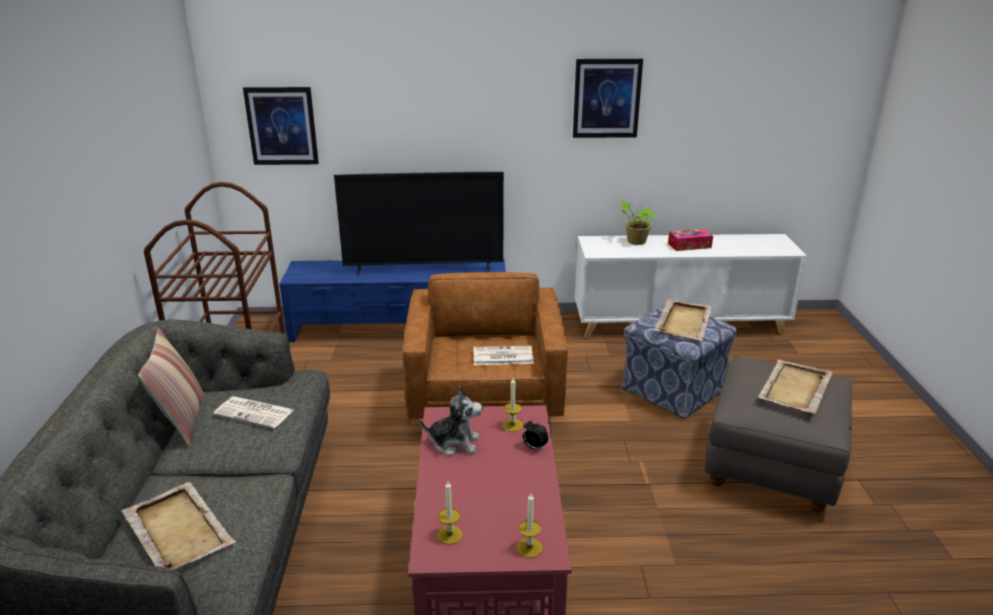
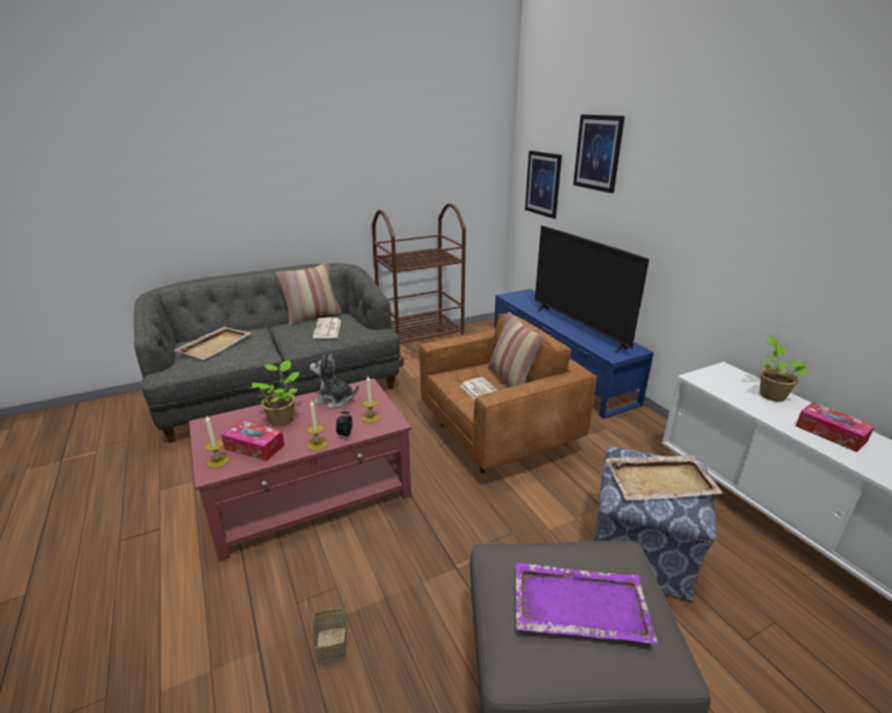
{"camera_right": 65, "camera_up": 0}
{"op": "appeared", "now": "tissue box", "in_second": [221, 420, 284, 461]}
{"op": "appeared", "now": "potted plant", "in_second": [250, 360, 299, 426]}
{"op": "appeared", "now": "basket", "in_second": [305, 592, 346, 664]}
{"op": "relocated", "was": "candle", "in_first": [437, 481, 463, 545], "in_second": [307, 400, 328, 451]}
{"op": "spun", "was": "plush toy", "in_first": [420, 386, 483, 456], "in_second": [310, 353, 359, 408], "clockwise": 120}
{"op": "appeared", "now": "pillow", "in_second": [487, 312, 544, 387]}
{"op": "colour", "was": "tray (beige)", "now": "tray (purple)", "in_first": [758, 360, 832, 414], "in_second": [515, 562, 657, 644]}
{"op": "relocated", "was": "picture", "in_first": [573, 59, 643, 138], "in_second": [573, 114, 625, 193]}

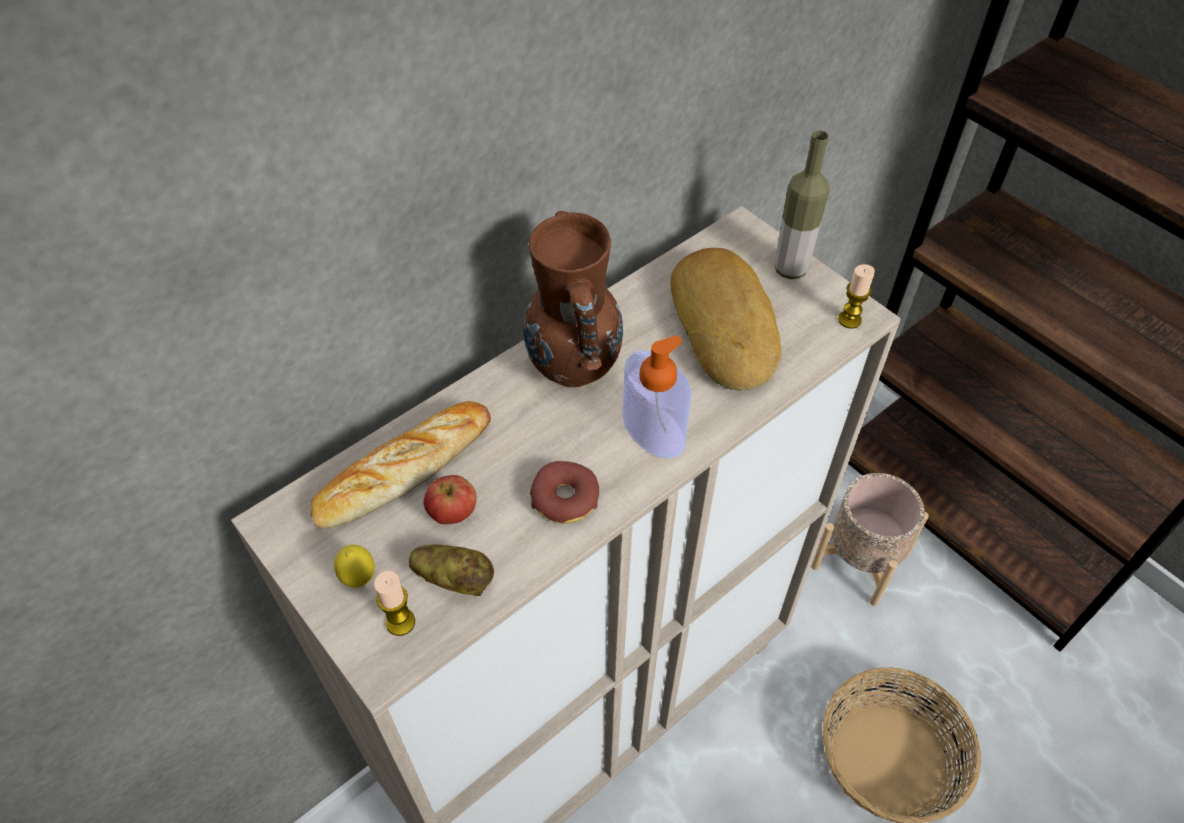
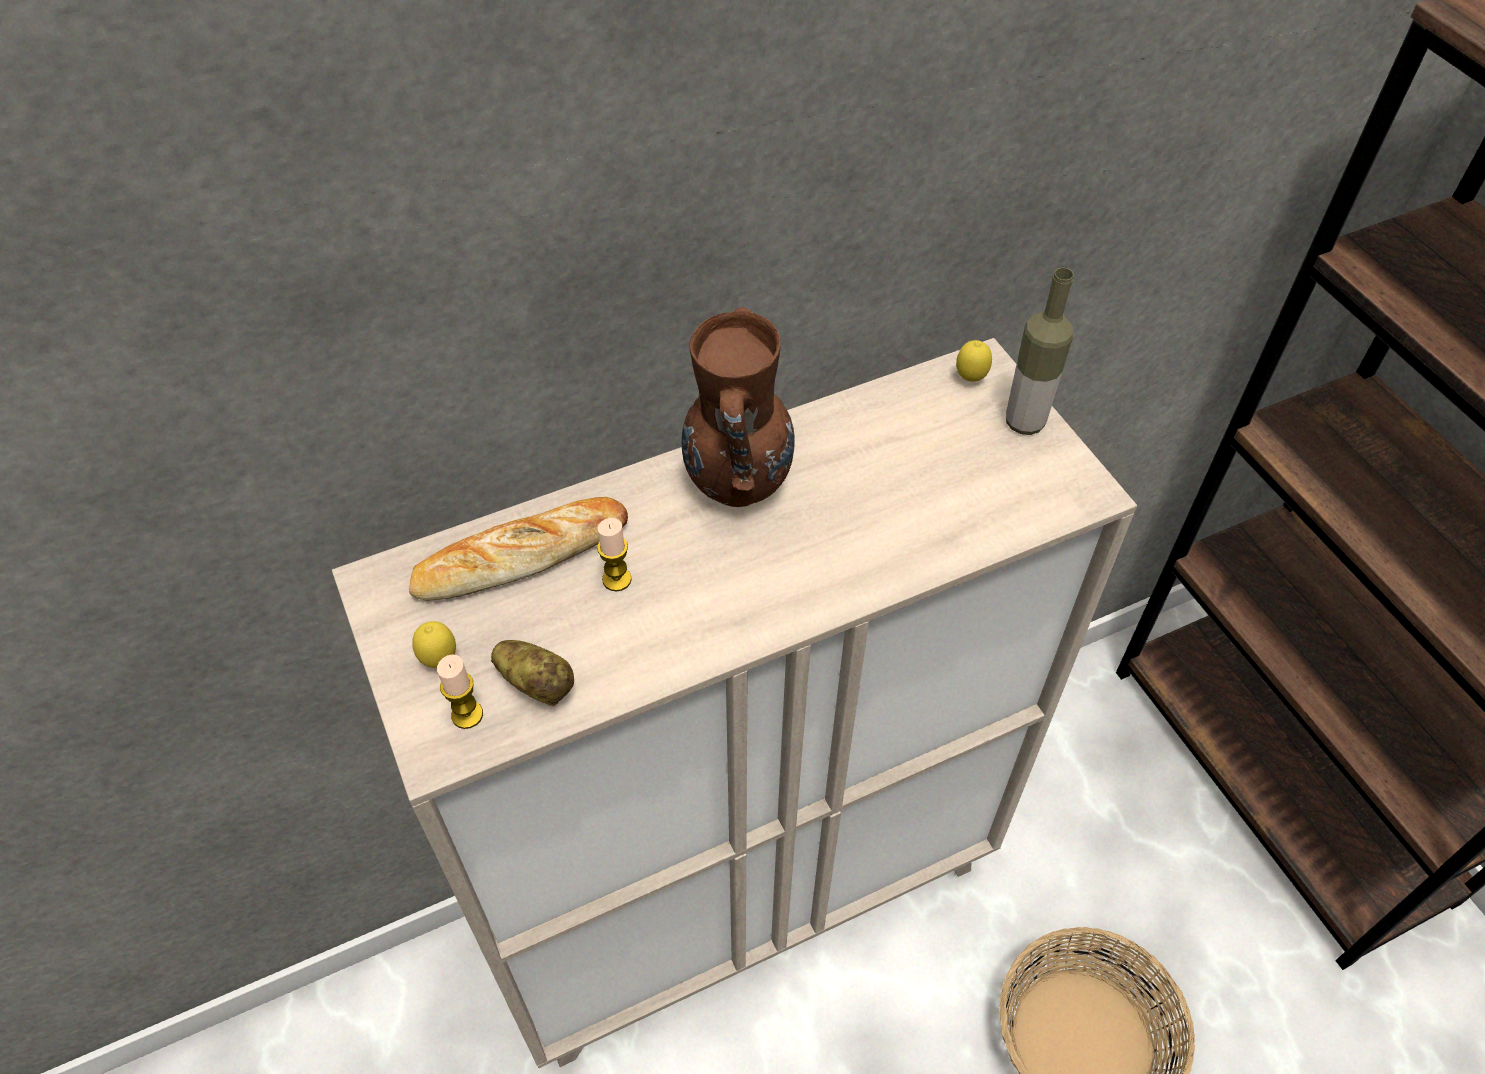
{"camera_right": 15, "camera_up": 0}
{"op": "relocated", "was": "candle", "in_first": [838, 264, 875, 329], "in_second": [597, 518, 632, 591]}
{"op": "appeared", "now": "lemon", "in_second": [956, 340, 992, 382]}
{"op": "missing", "was": "apple", "in_first": [423, 475, 477, 524]}
{"op": "missing", "was": "donut", "in_first": [530, 461, 599, 524]}
{"op": "missing", "was": "soap dispenser", "in_first": [622, 335, 692, 459]}
{"op": "missing", "was": "bread", "in_first": [671, 248, 781, 391]}
{"op": "missing", "was": "planter (beige)", "in_first": [811, 473, 929, 606]}

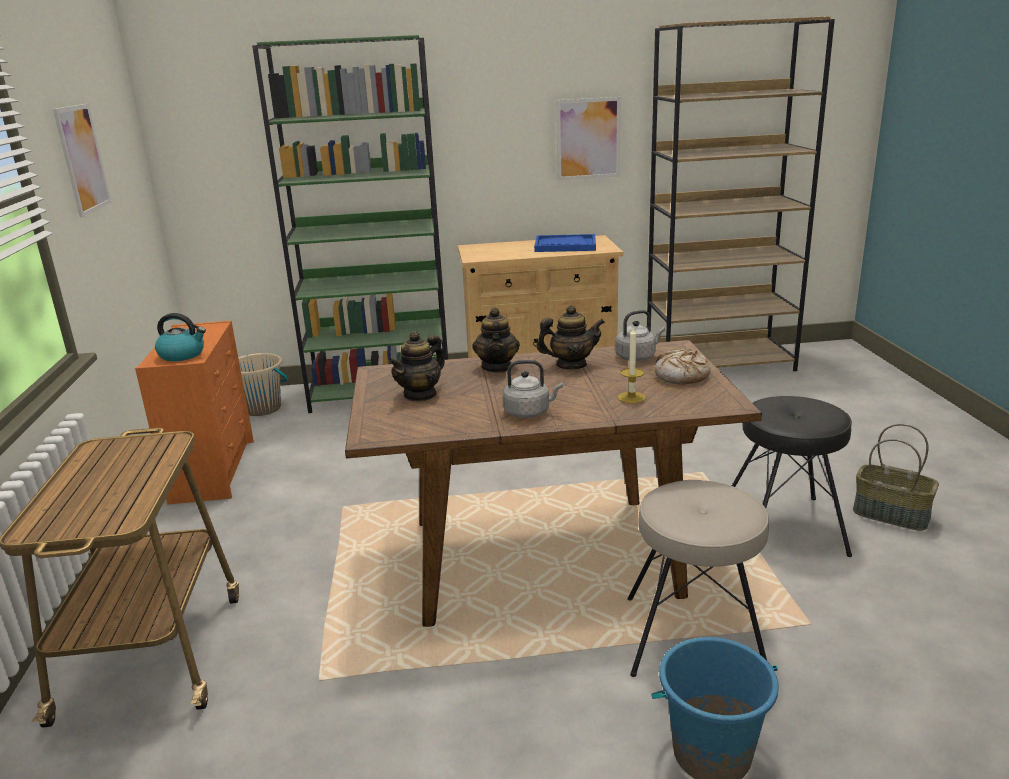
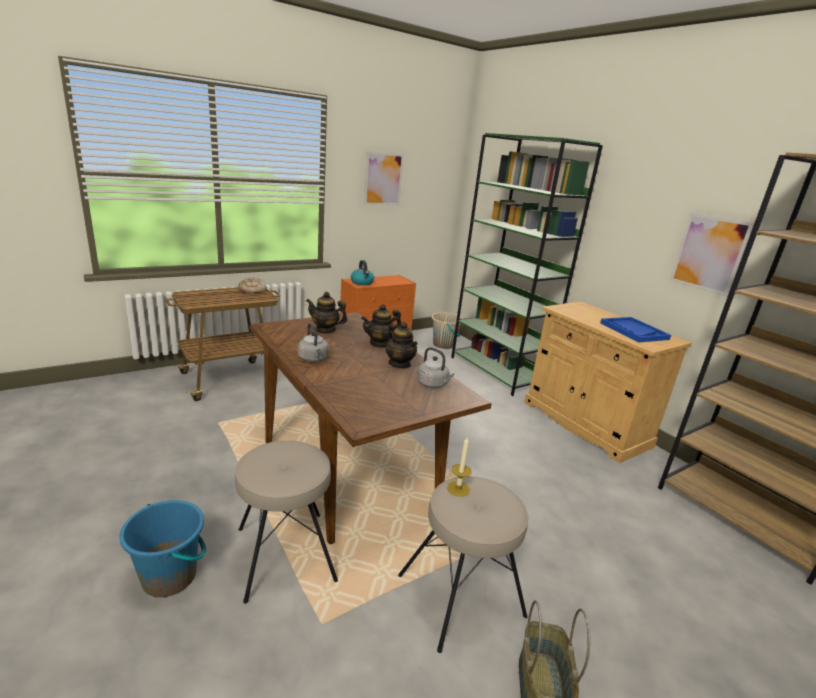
{"camera_right": 60, "camera_up": 0}
{"op": "relocated", "was": "bread", "in_first": [655, 348, 711, 384], "in_second": [238, 277, 267, 293]}
{"op": "colour", "was": "stool (black)", "now": "stool (beige)", "in_first": [732, 396, 852, 557], "in_second": [398, 476, 528, 653]}
{"op": "relocated", "was": "candle", "in_first": [618, 326, 646, 404], "in_second": [447, 436, 472, 497]}

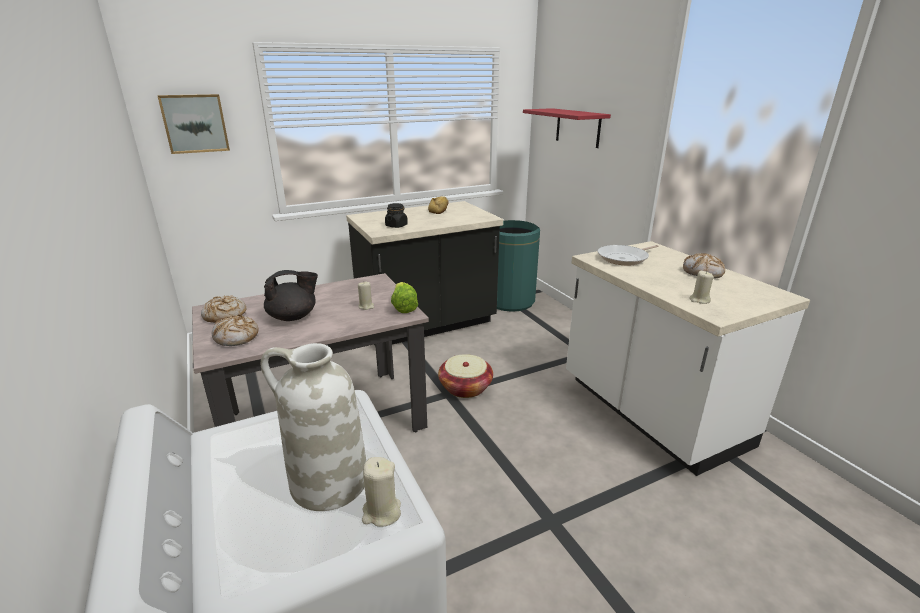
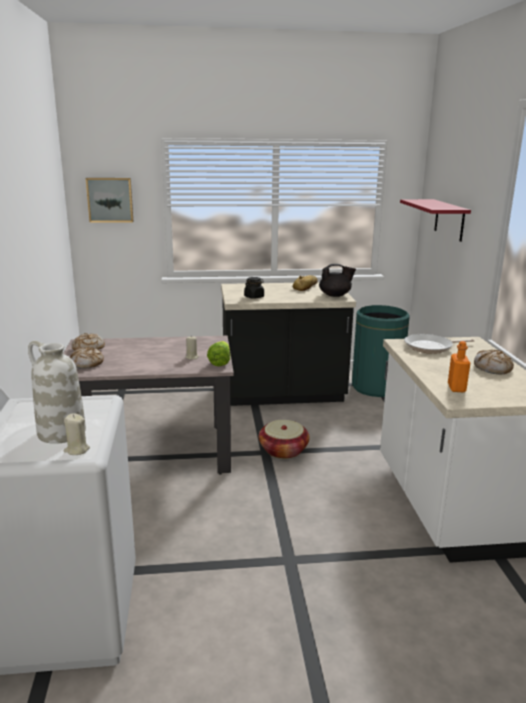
{"camera_right": 20, "camera_up": -5}
{"op": "relocated", "was": "teapot (black)", "in_first": [264, 270, 318, 321], "in_second": [319, 264, 356, 297]}
{"op": "exchanged", "was": "candle (beige)", "now": "bottle (orange)", "in_first": [689, 271, 714, 304], "in_second": [448, 341, 470, 392]}

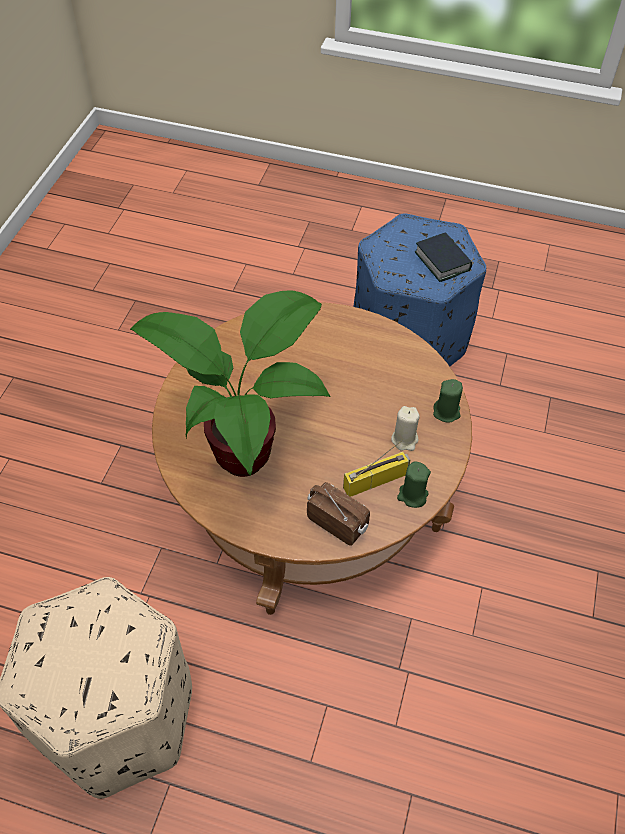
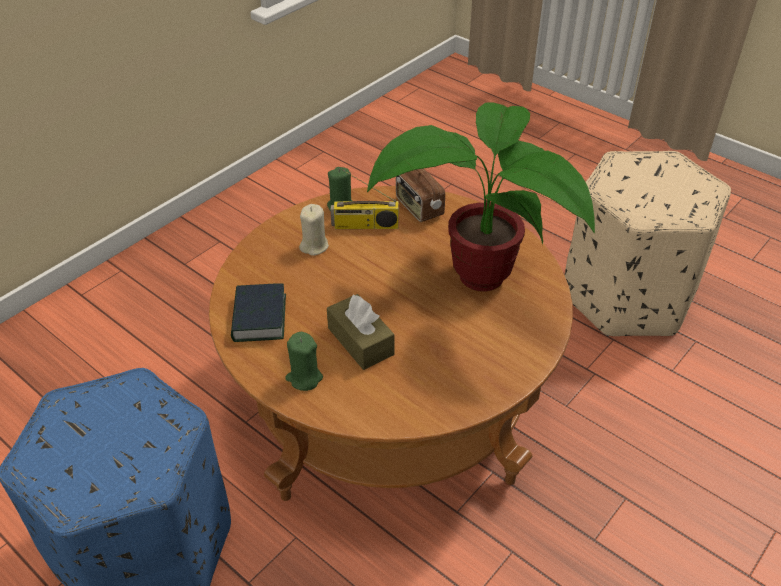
{"camera_right": -155, "camera_up": -10}
{"op": "relocated", "was": "book", "in_first": [415, 232, 472, 282], "in_second": [231, 283, 286, 342]}
{"op": "relocated", "was": "candle (green)", "in_first": [433, 379, 463, 423], "in_second": [285, 332, 323, 391]}
{"op": "appeared", "now": "tissue box (brown)", "in_second": [327, 294, 394, 370]}

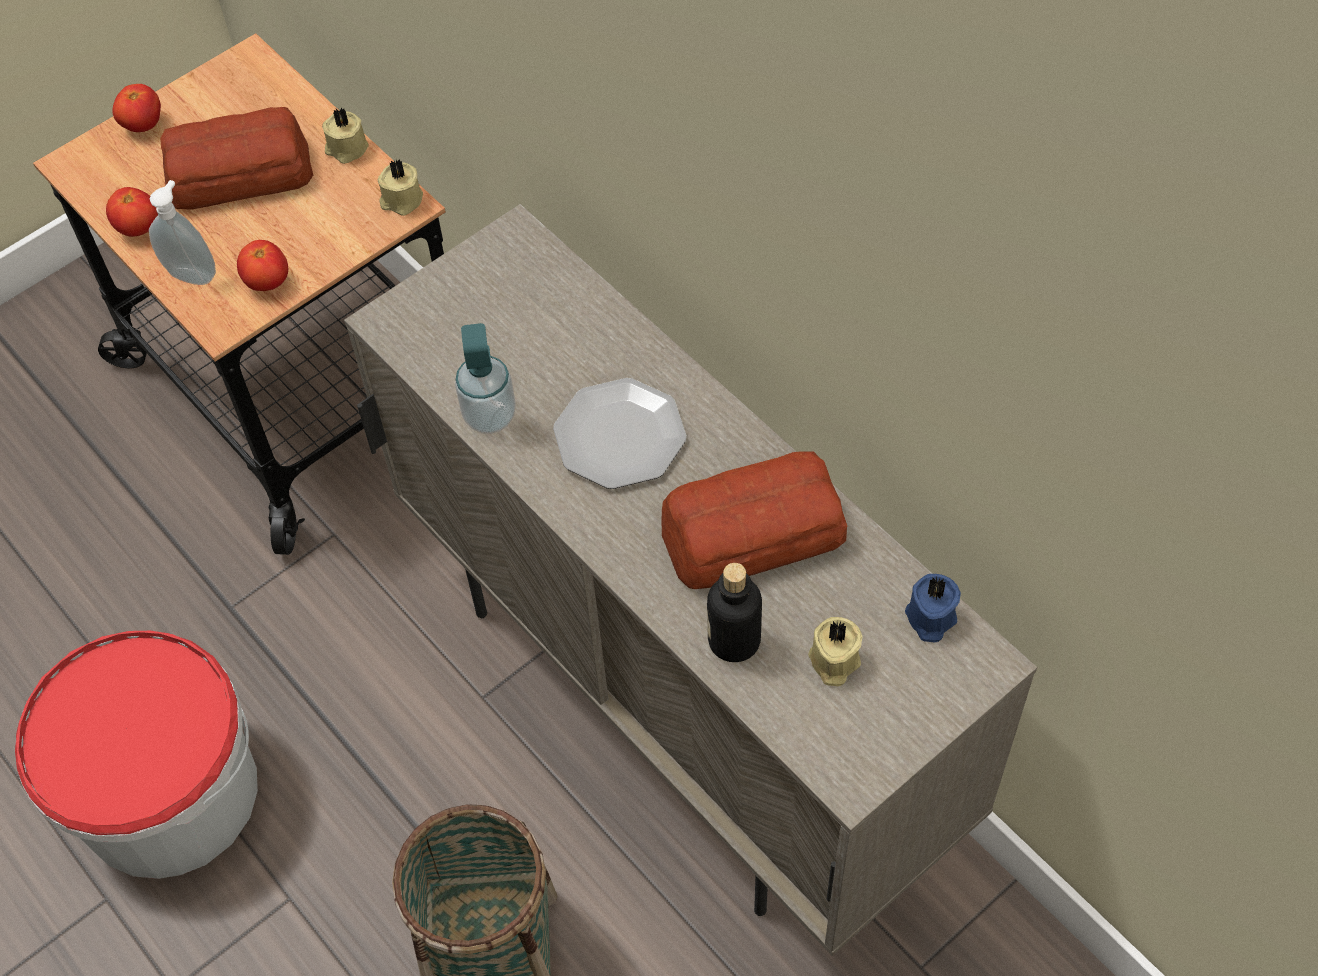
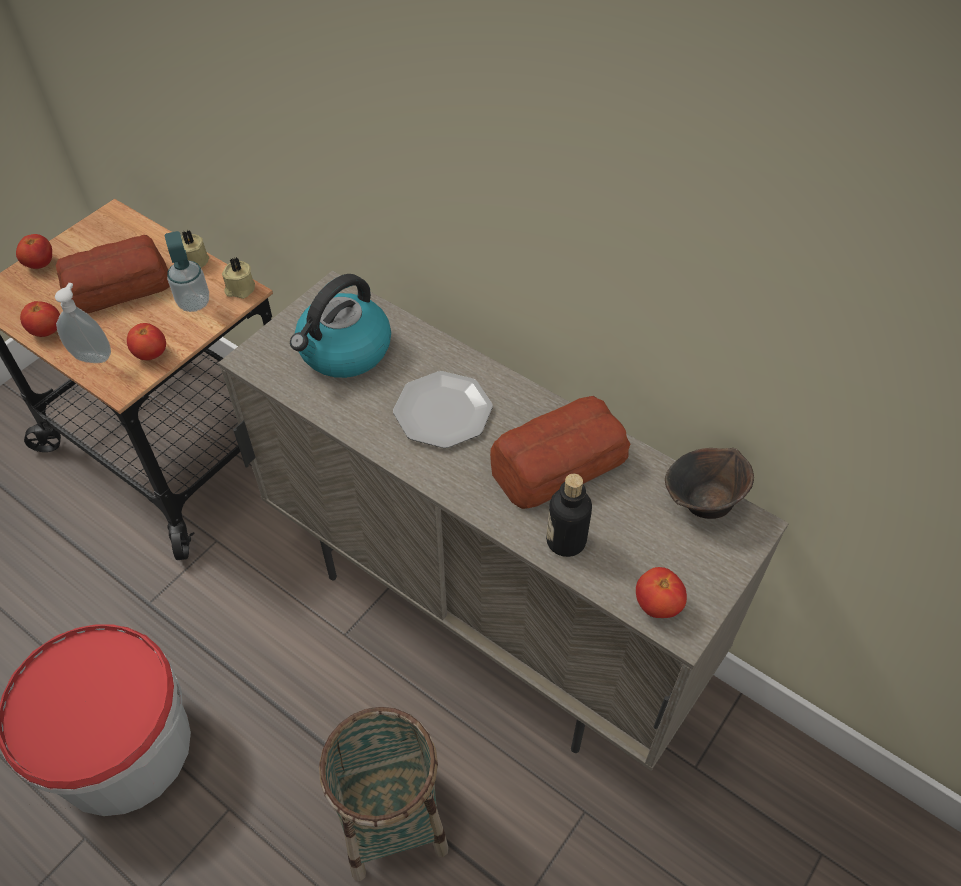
{"camera_right": -15, "camera_up": -5}
{"op": "relocated", "was": "soap dispenser", "in_first": [455, 323, 516, 434], "in_second": [164, 231, 209, 312]}
{"op": "appeared", "now": "kettle", "in_second": [290, 274, 391, 378]}
{"op": "appeared", "now": "tomato", "in_second": [636, 567, 687, 618]}
{"op": "exchanged", "was": "candle (blue)", "now": "bowl (brown)", "in_first": [905, 574, 961, 643], "in_second": [665, 448, 754, 519]}
{"op": "missing", "was": "candle (beige)", "in_first": [808, 617, 863, 686]}

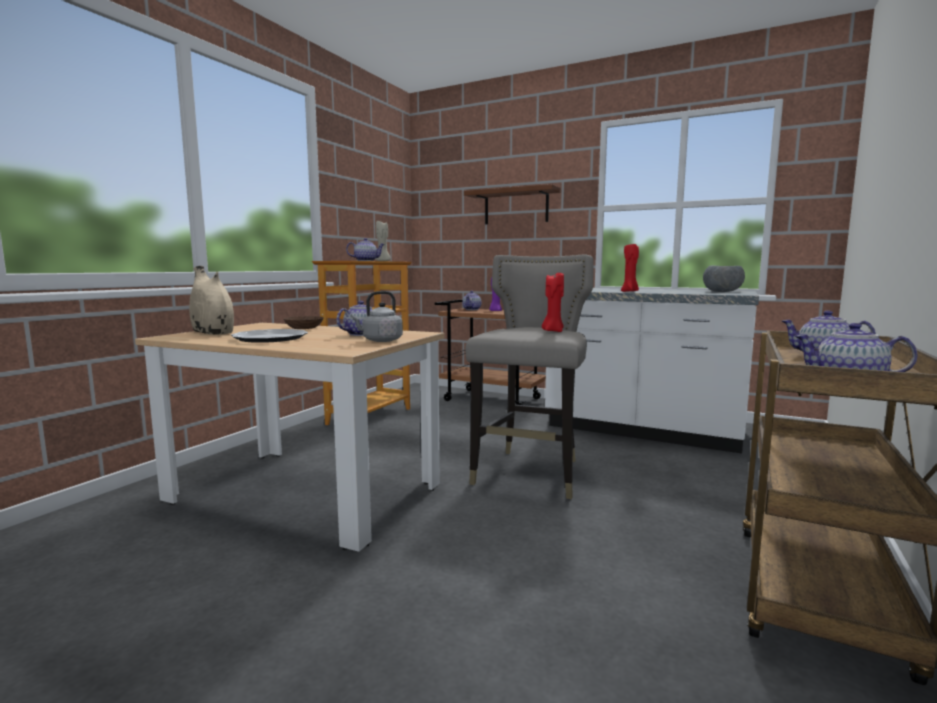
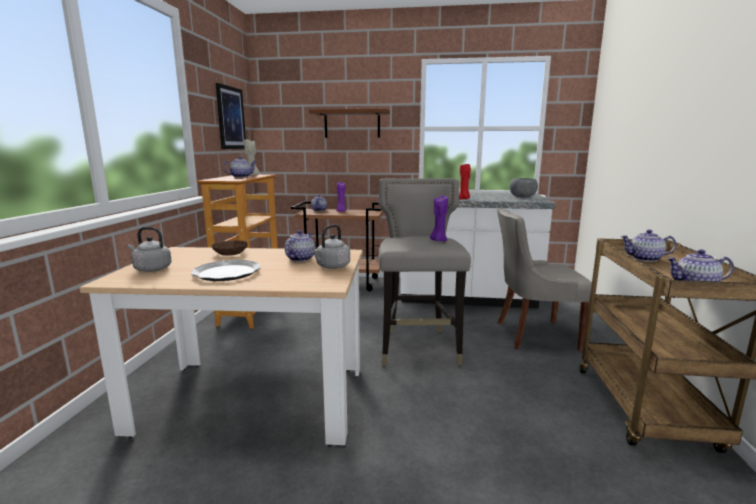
{"camera_right": -20, "camera_up": 5}
{"op": "exchanged", "was": "vase (beige)", "now": "kettle (grey)", "in_first": [189, 266, 234, 335], "in_second": [128, 227, 172, 272]}
{"op": "appeared", "now": "picture", "in_second": [216, 83, 246, 149]}
{"op": "colour", "was": "candle (red)", "now": "candle (purple)", "in_first": [542, 273, 564, 332], "in_second": [430, 195, 448, 241]}
{"op": "appeared", "now": "chair (grey)", "in_second": [497, 208, 592, 351]}

